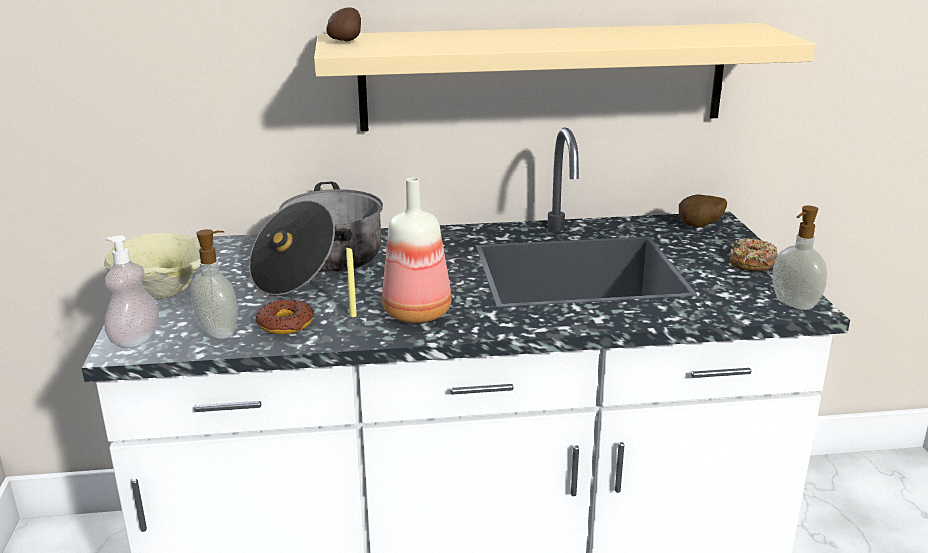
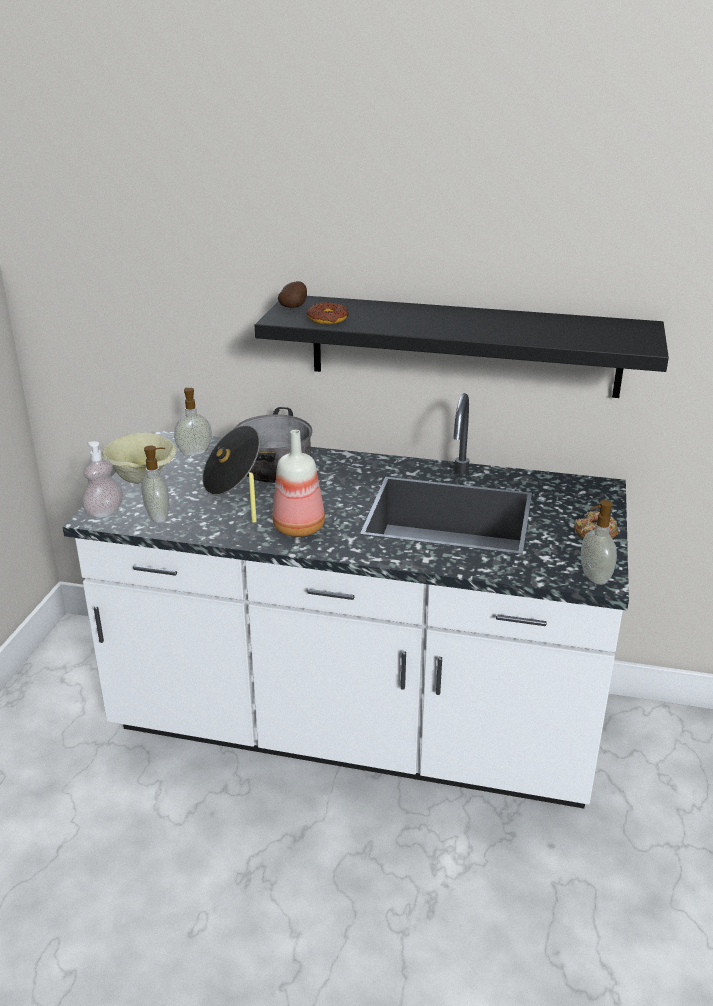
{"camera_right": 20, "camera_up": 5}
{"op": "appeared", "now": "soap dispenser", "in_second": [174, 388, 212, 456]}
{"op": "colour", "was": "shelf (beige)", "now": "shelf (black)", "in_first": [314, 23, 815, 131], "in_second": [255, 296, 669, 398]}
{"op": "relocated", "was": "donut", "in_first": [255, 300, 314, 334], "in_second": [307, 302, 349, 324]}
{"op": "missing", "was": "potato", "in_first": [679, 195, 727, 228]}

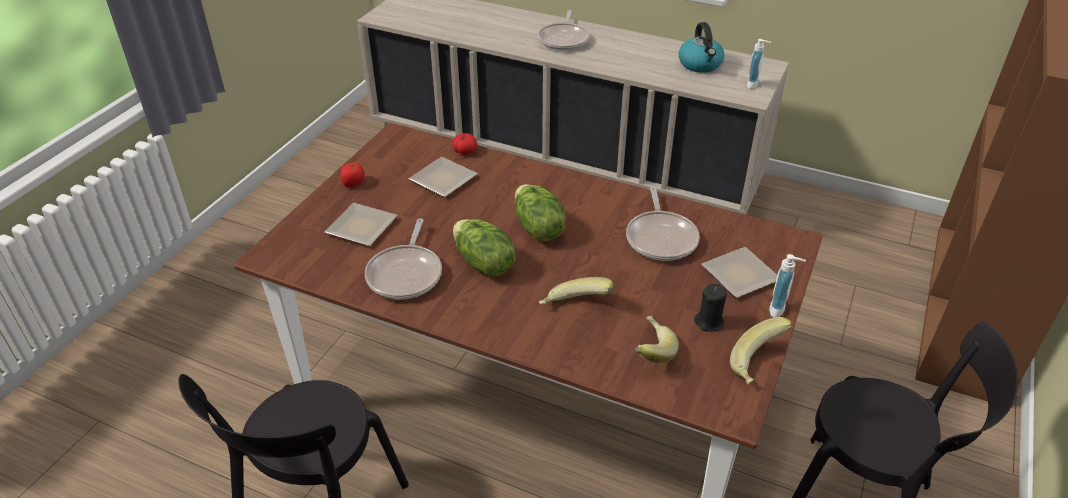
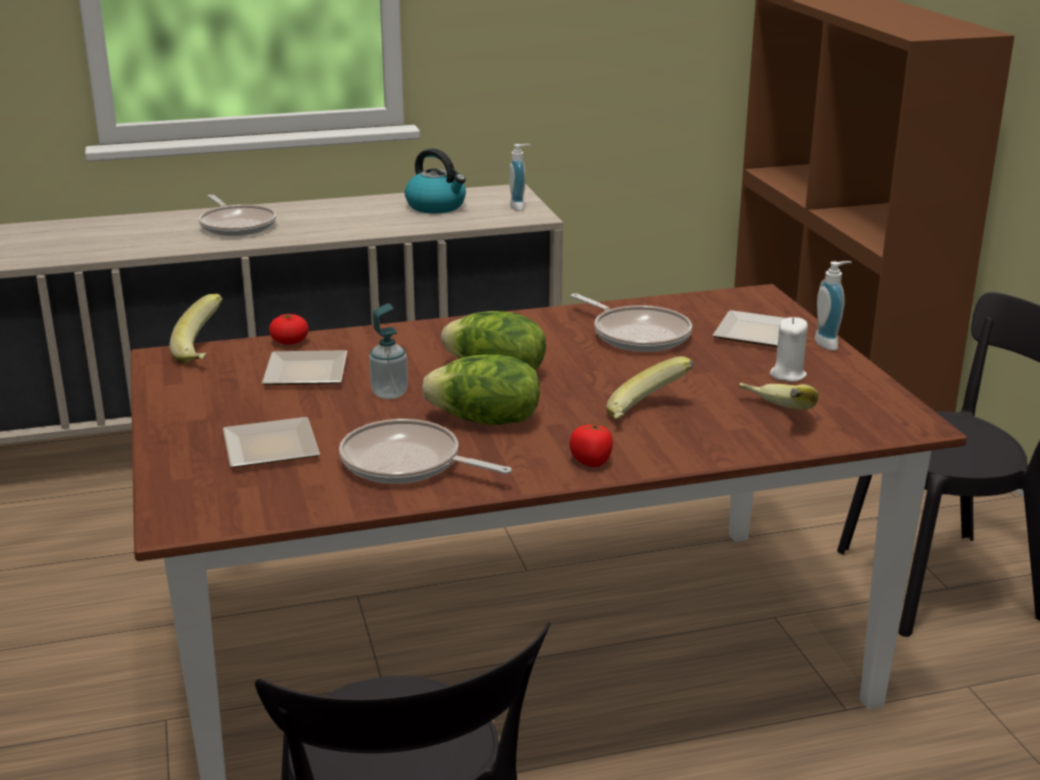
{"camera_right": -40, "camera_up": -15}
{"op": "relocated", "was": "banana", "in_first": [730, 317, 792, 384], "in_second": [169, 294, 223, 363]}
{"op": "spun", "was": "frying pan", "in_first": [365, 218, 442, 299], "in_second": [339, 419, 512, 484], "clockwise": 150}
{"op": "appeared", "now": "soap dispenser", "in_second": [369, 303, 408, 399]}
{"op": "relocated", "was": "tomato", "in_first": [340, 162, 365, 187], "in_second": [569, 422, 613, 467]}
{"op": "colour", "was": "candle (black)", "now": "candle (white)", "in_first": [694, 284, 727, 332], "in_second": [770, 317, 808, 382]}

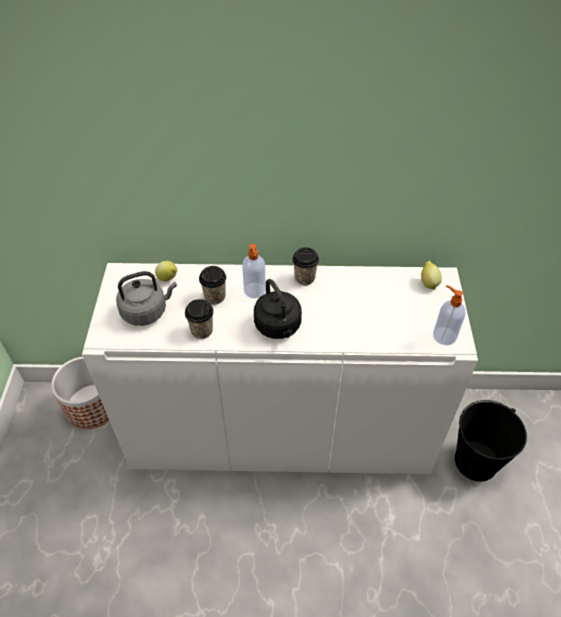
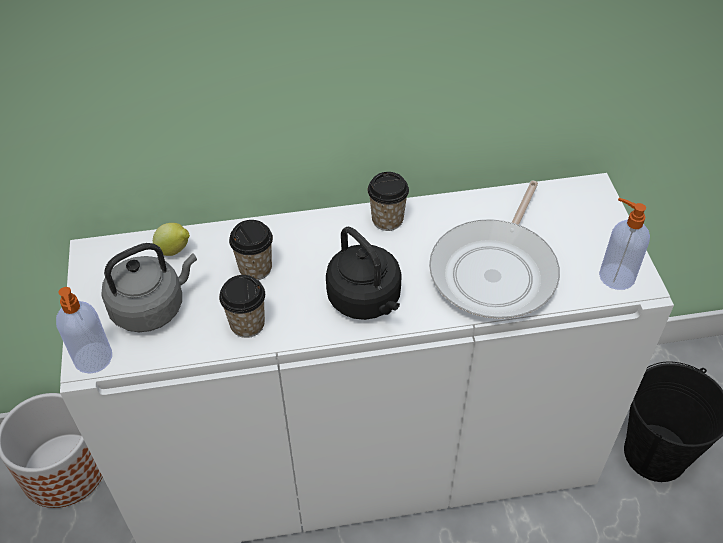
{"camera_right": -10, "camera_up": 0}
{"op": "relocated", "was": "soap dispenser", "in_first": [242, 244, 266, 298], "in_second": [56, 287, 112, 374]}
{"op": "appeared", "now": "frying pan", "in_second": [429, 181, 560, 319]}
{"op": "missing", "was": "lemon", "in_first": [421, 261, 442, 290]}

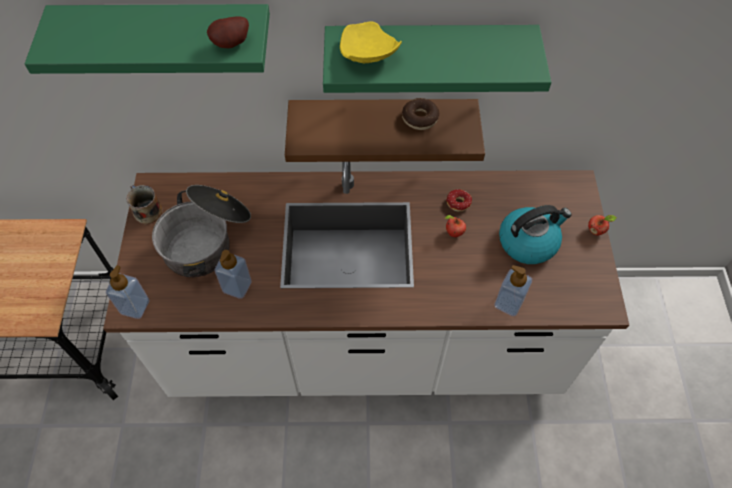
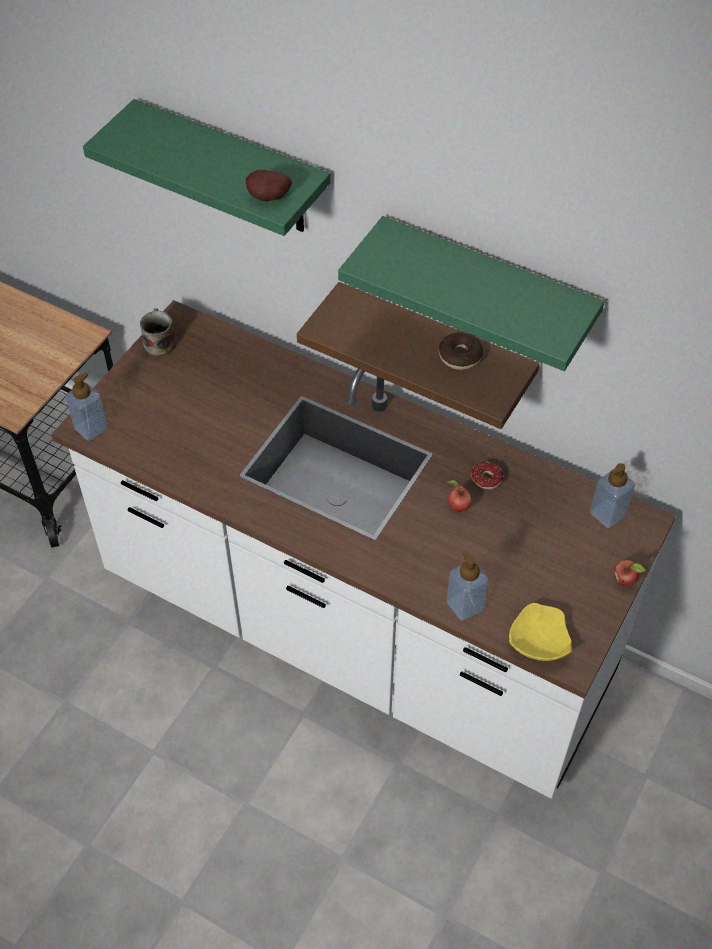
{"camera_right": 30, "camera_up": -5}
{"op": "relocated", "was": "plate (yellow)", "in_first": [340, 21, 402, 63], "in_second": [509, 603, 572, 661]}
{"op": "relocated", "was": "soap dispenser", "in_first": [215, 250, 252, 299], "in_second": [590, 463, 635, 528]}
{"op": "missing", "was": "cooking pot", "in_first": [152, 185, 251, 277]}
{"op": "missing", "was": "kettle", "in_first": [499, 205, 572, 264]}

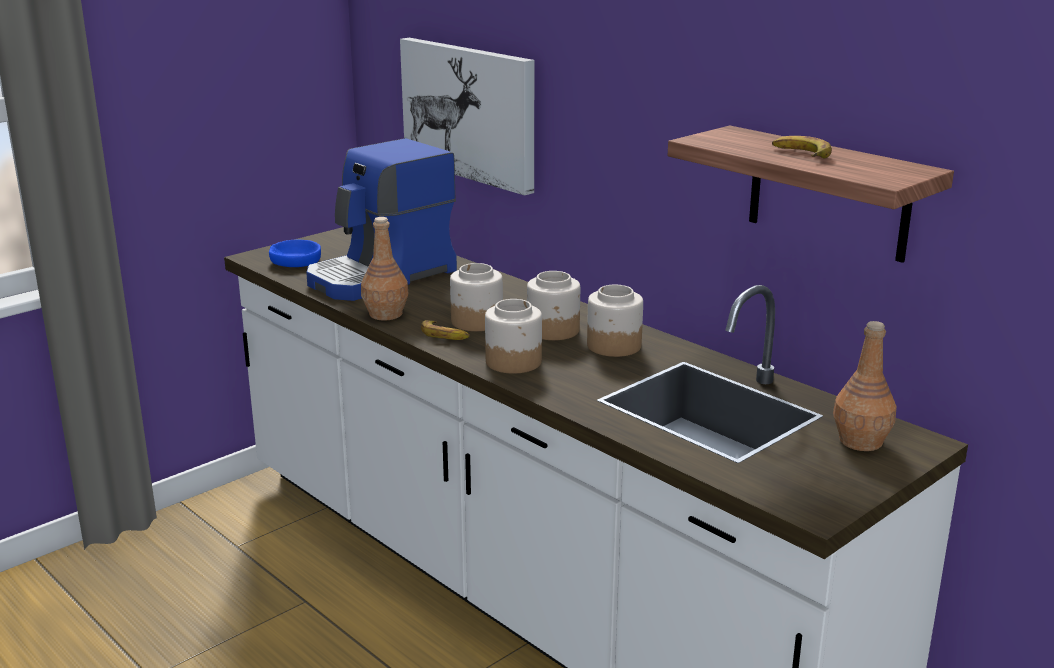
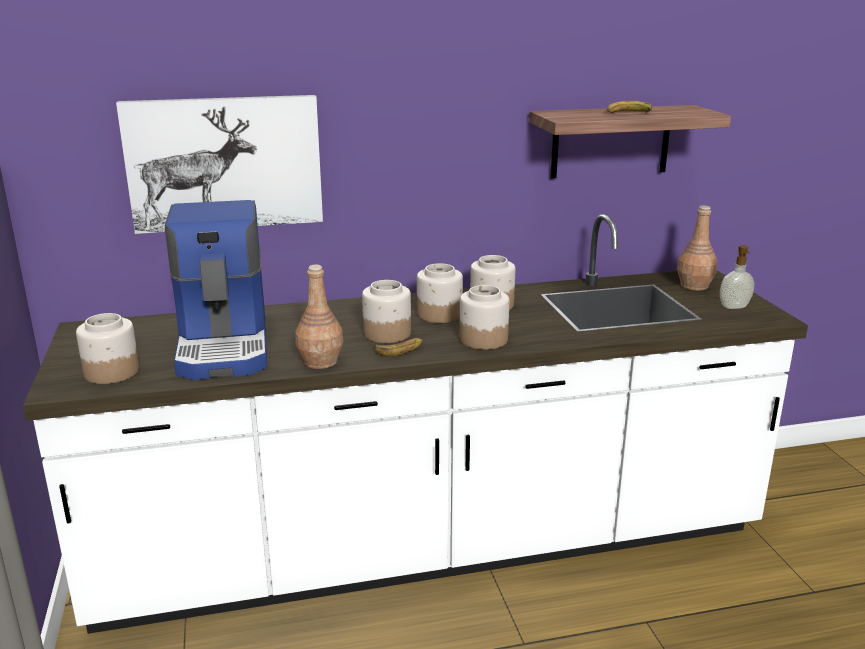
{"camera_right": -60, "camera_up": 0}
{"op": "exchanged", "was": "bowl (blue)", "now": "jar", "in_first": [269, 240, 321, 267], "in_second": [76, 313, 139, 384]}
{"op": "appeared", "now": "soap dispenser", "in_second": [720, 245, 754, 309]}

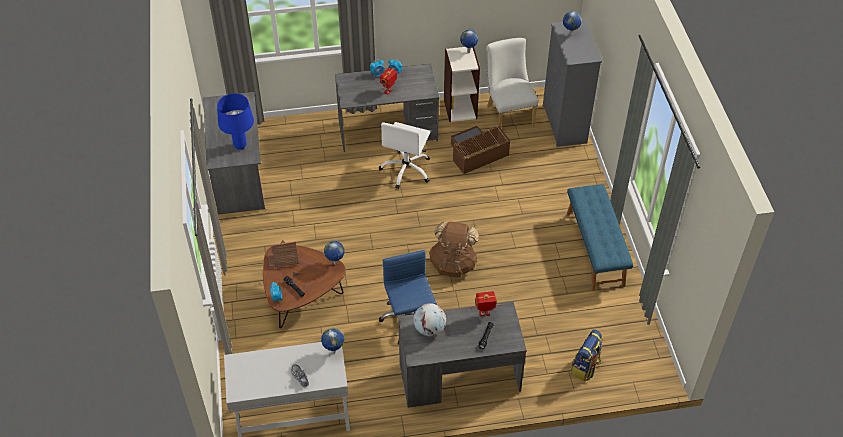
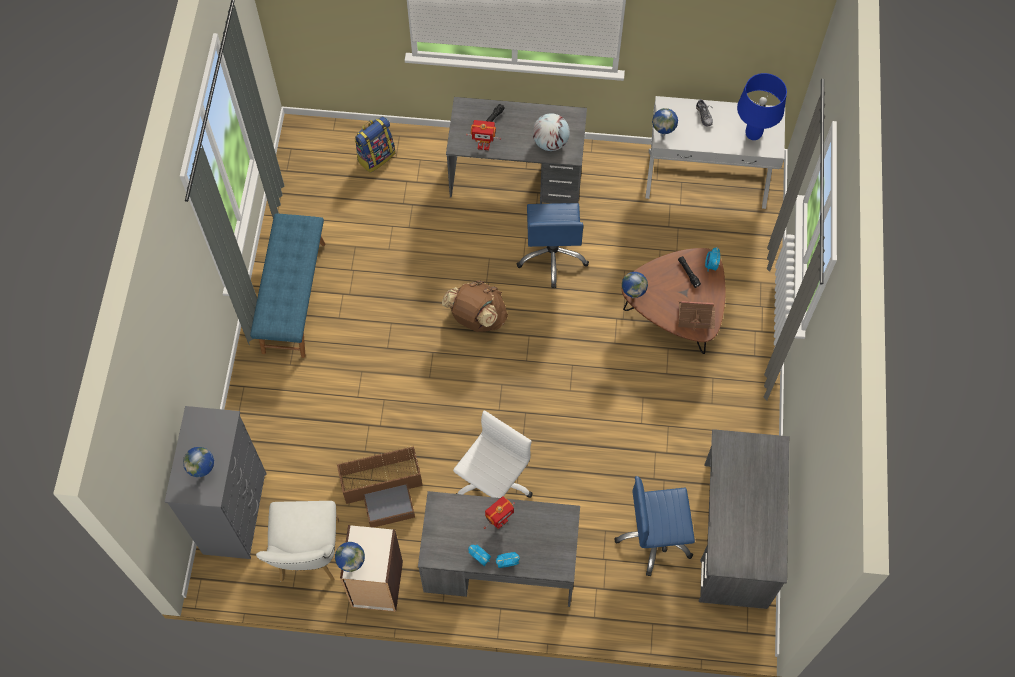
{"camera_right": -165, "camera_up": 15}
{"op": "appeared", "now": "office chair (blue)", "in_second": [614, 476, 695, 576]}
{"op": "relocated", "was": "table lamp (blue)", "in_first": [217, 94, 254, 150], "in_second": [737, 73, 787, 140]}

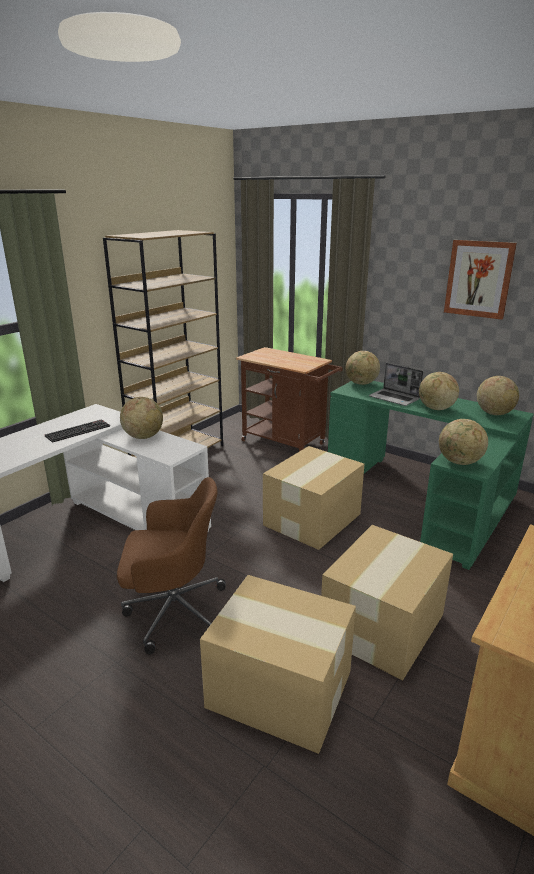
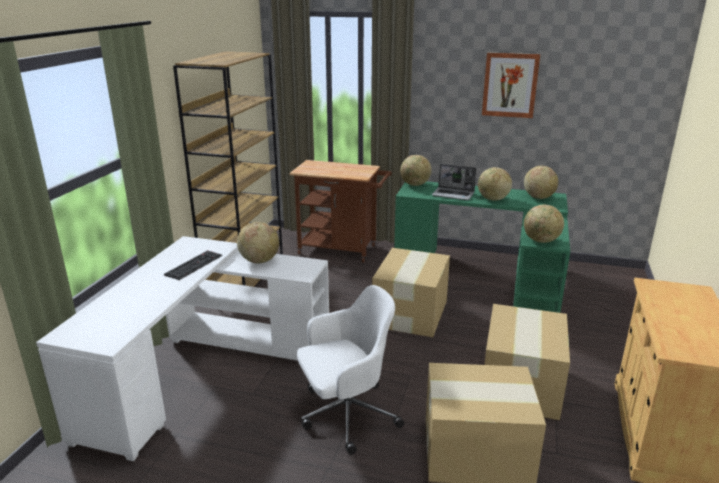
{"camera_right": -20, "camera_up": 0}
{"op": "colour", "was": "office chair (brown)", "now": "office chair (white)", "in_first": [117, 477, 226, 654], "in_second": [297, 285, 404, 455]}

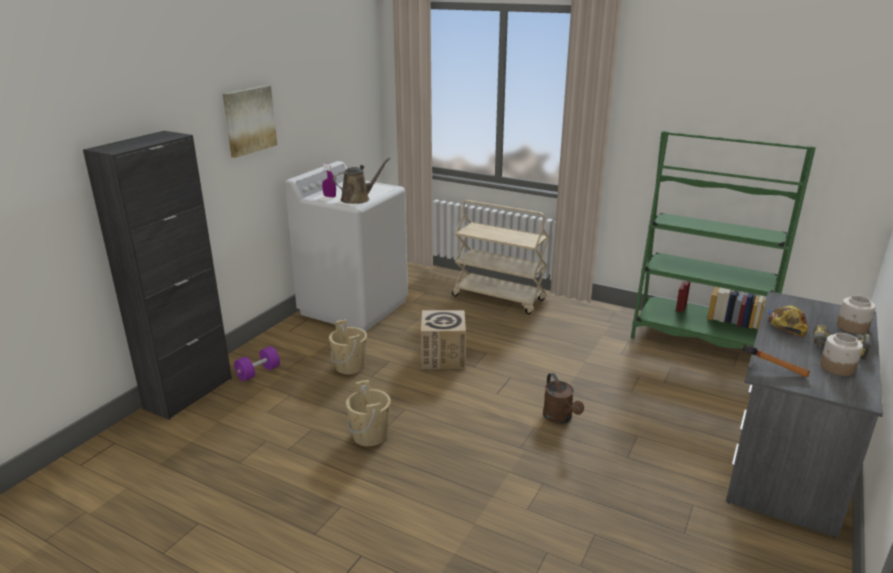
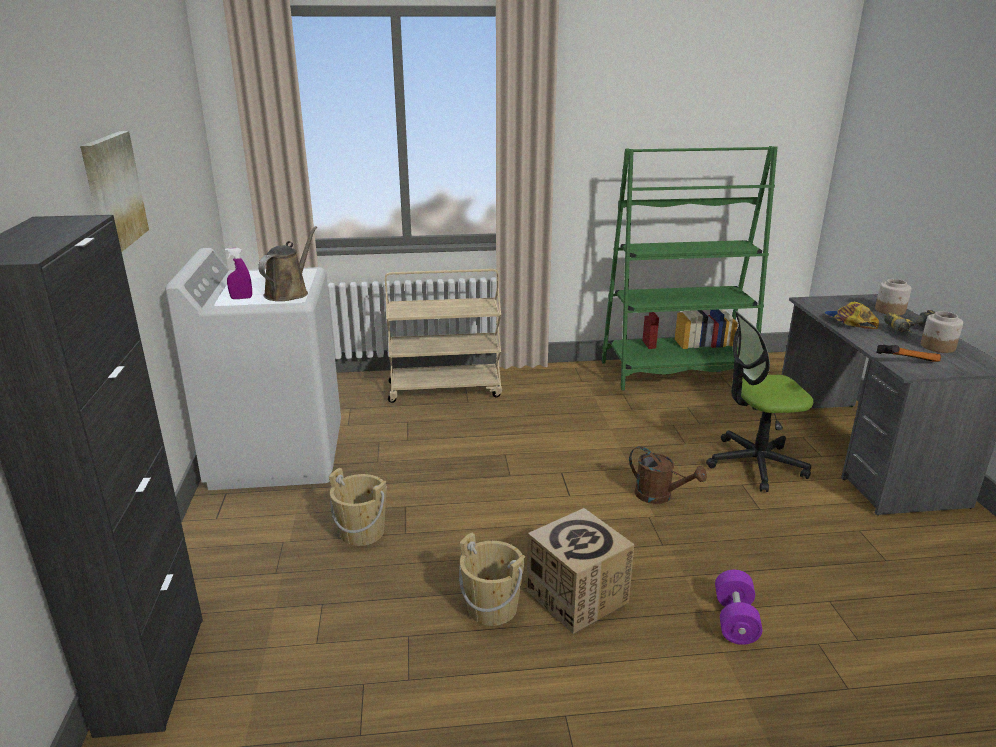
{"camera_right": -35, "camera_up": 0}
{"op": "relocated", "was": "cardboard box", "in_first": [421, 310, 466, 369], "in_second": [527, 508, 634, 634]}
{"op": "appeared", "now": "office chair", "in_second": [706, 311, 813, 492]}
{"op": "relocated", "was": "dumbbell (purple)", "in_first": [234, 346, 280, 381], "in_second": [715, 570, 762, 645]}

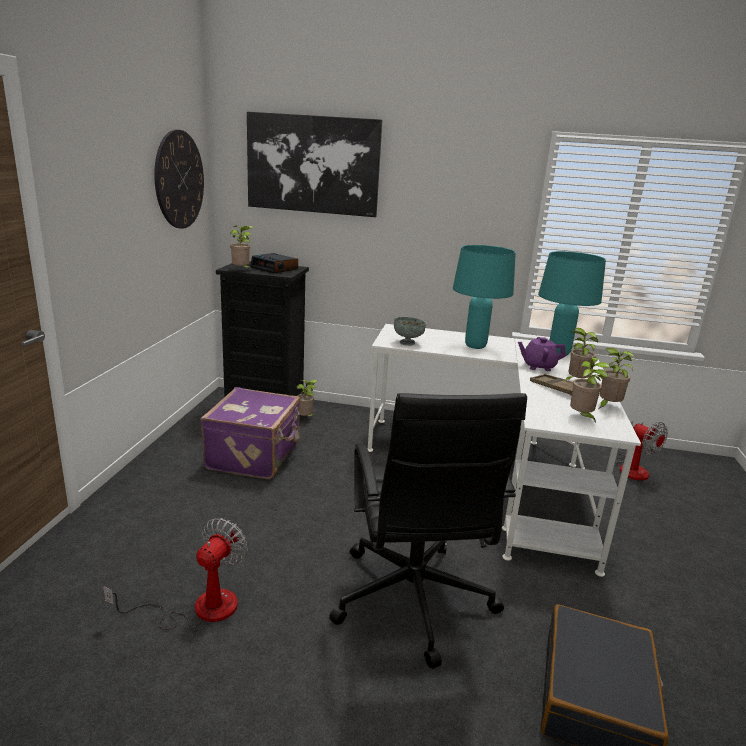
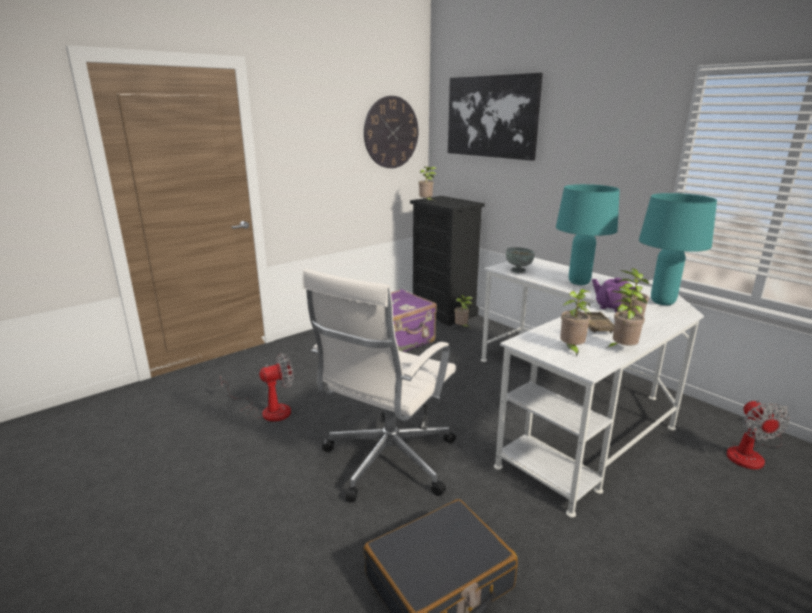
{"camera_right": 40, "camera_up": 0}
{"op": "colour", "was": "office chair (black)", "now": "office chair (white)", "in_first": [329, 393, 527, 669], "in_second": [303, 269, 456, 502]}
{"op": "missing", "was": "alarm clock", "in_first": [251, 253, 298, 273]}

